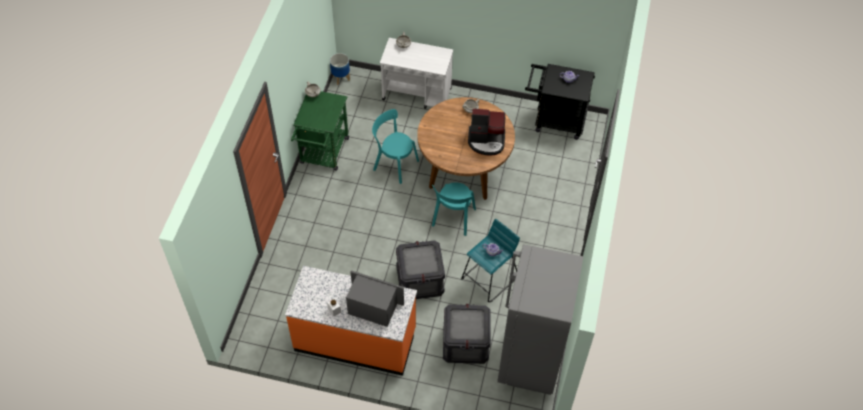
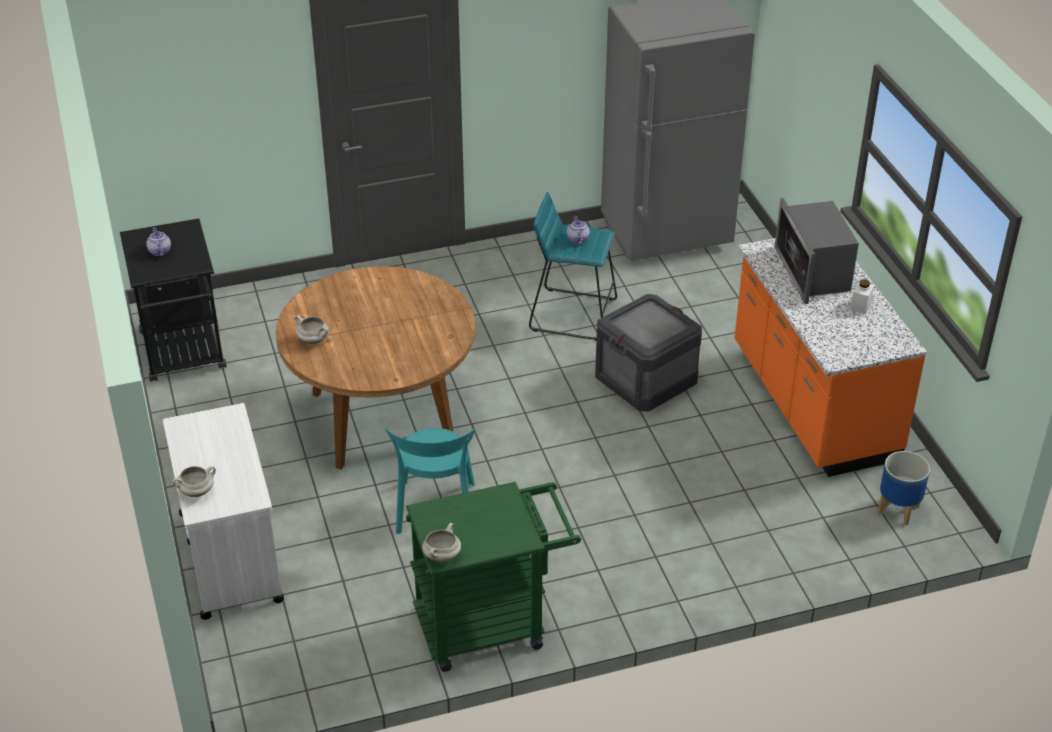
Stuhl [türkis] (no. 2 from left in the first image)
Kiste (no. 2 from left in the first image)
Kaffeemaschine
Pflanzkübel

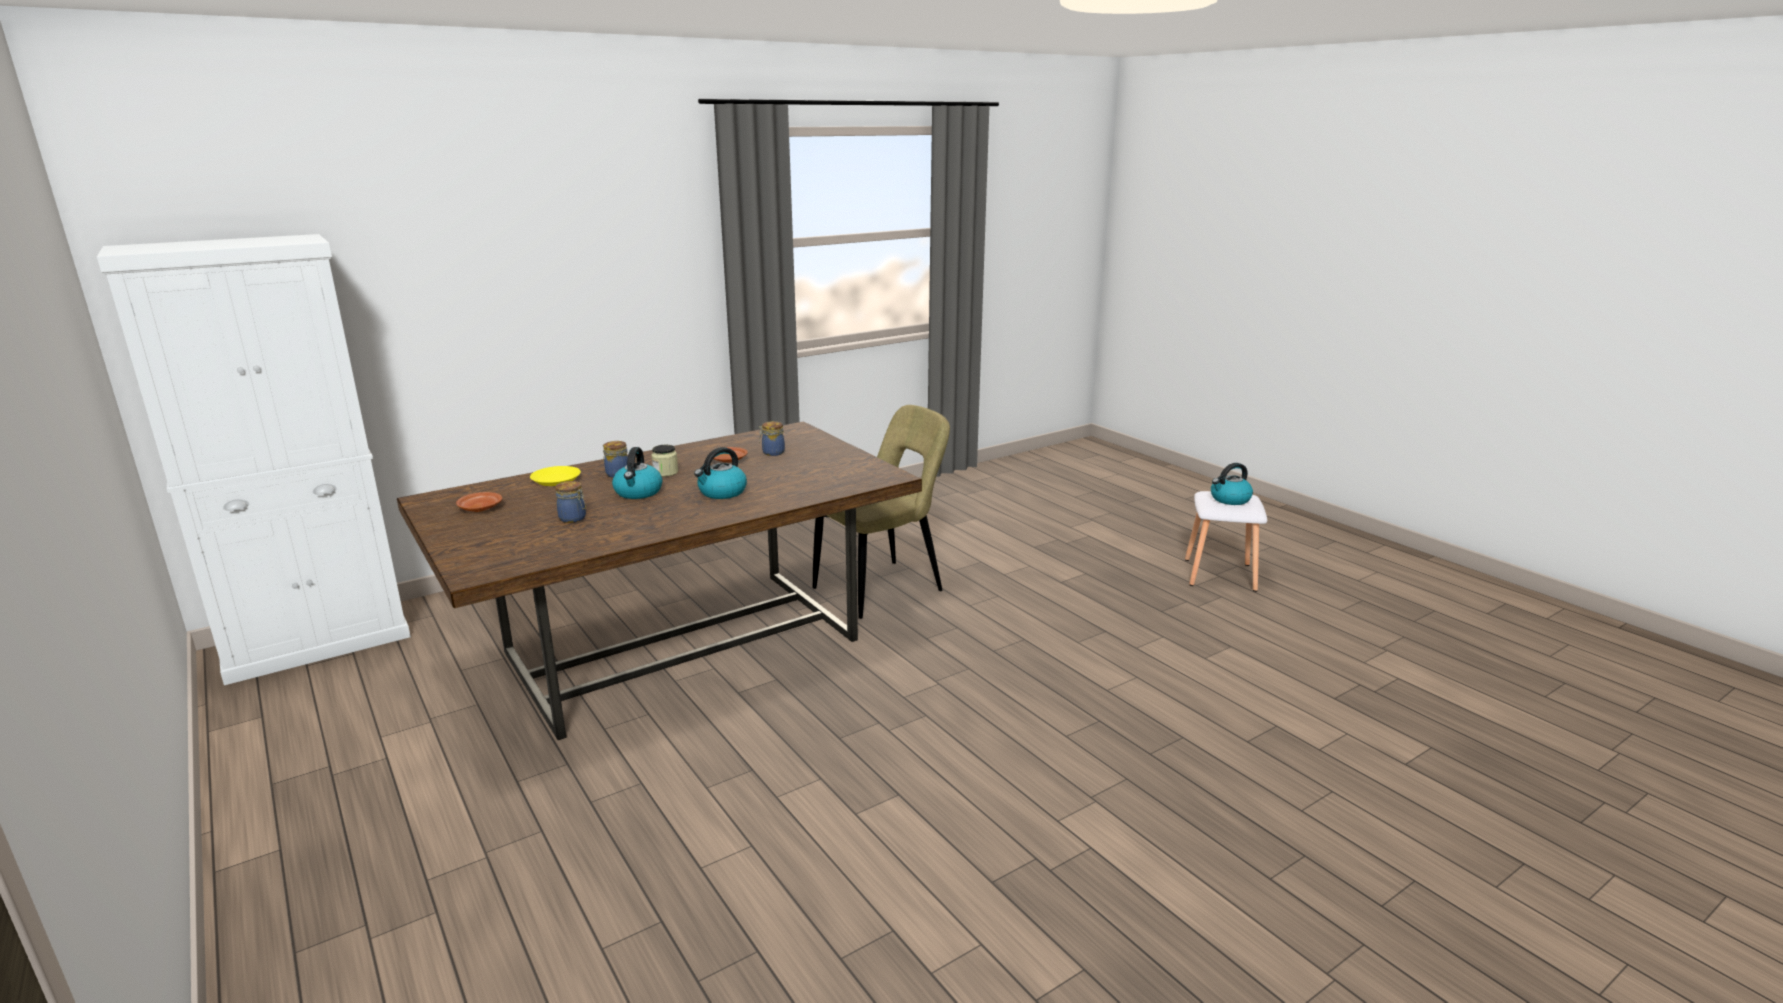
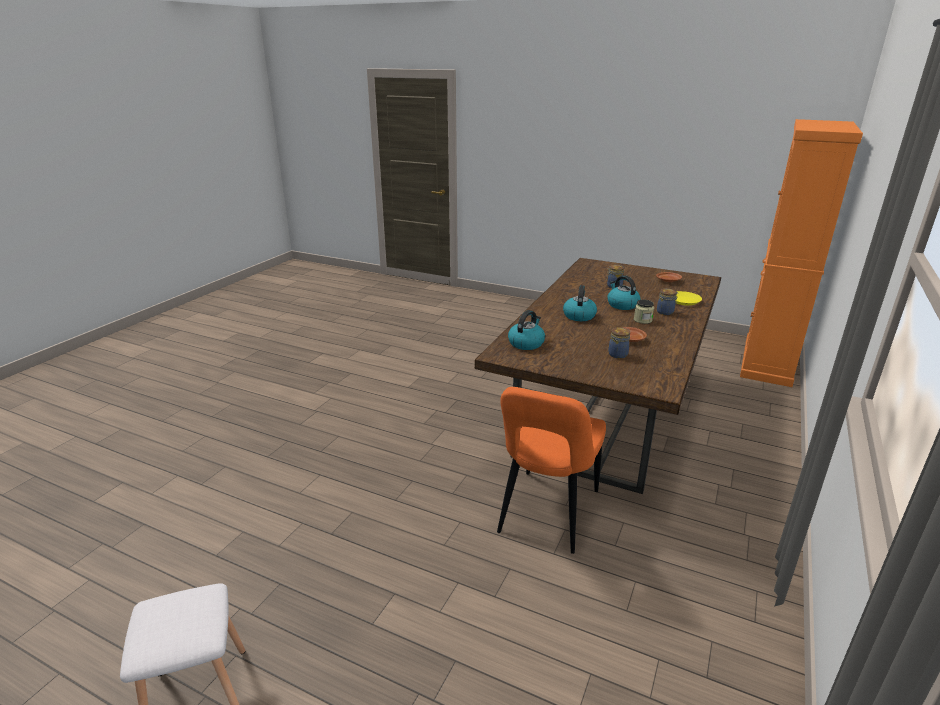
Wasserkessel (no. 1 from left)
Schrank [orange]
Stuhl [orange]

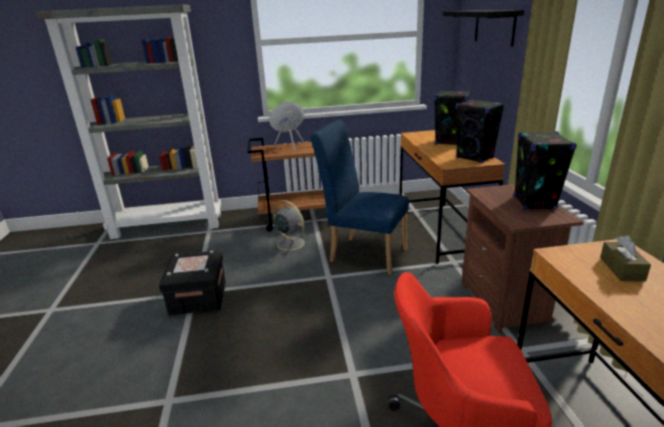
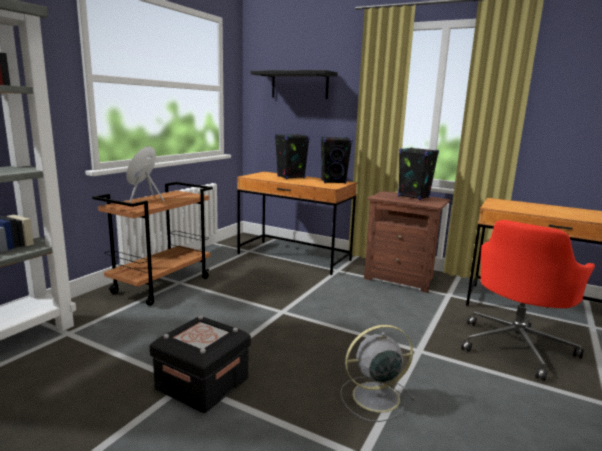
Stuhl [blau]
Taschentuchbox [braun]
Ventilator [grau]

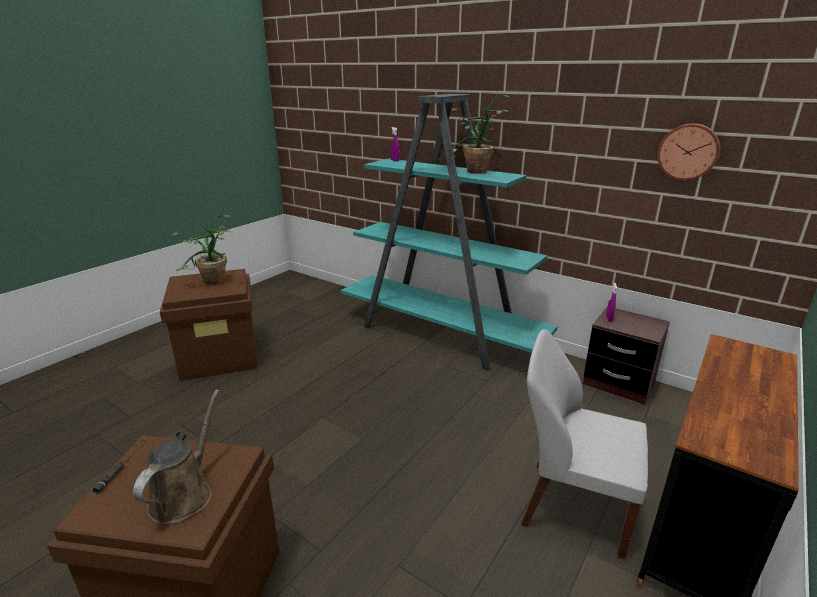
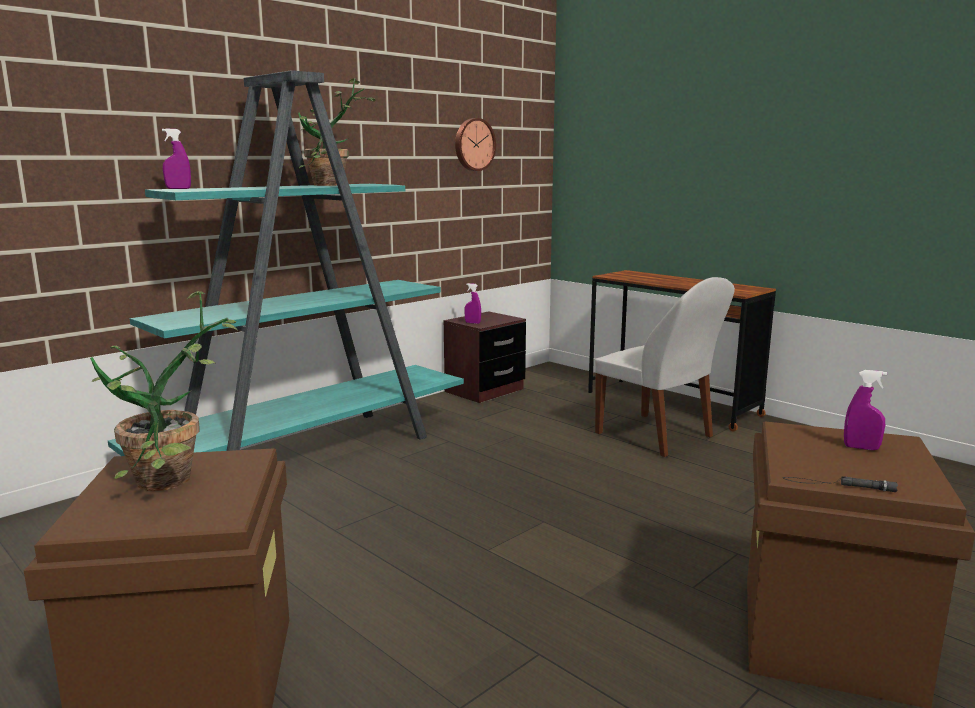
Sprühflasche [lila] (no. 3 from left)
Stuhl [weiß]

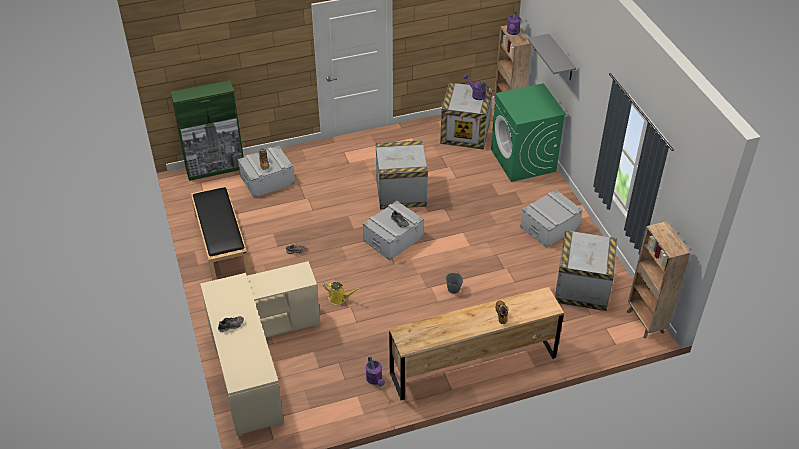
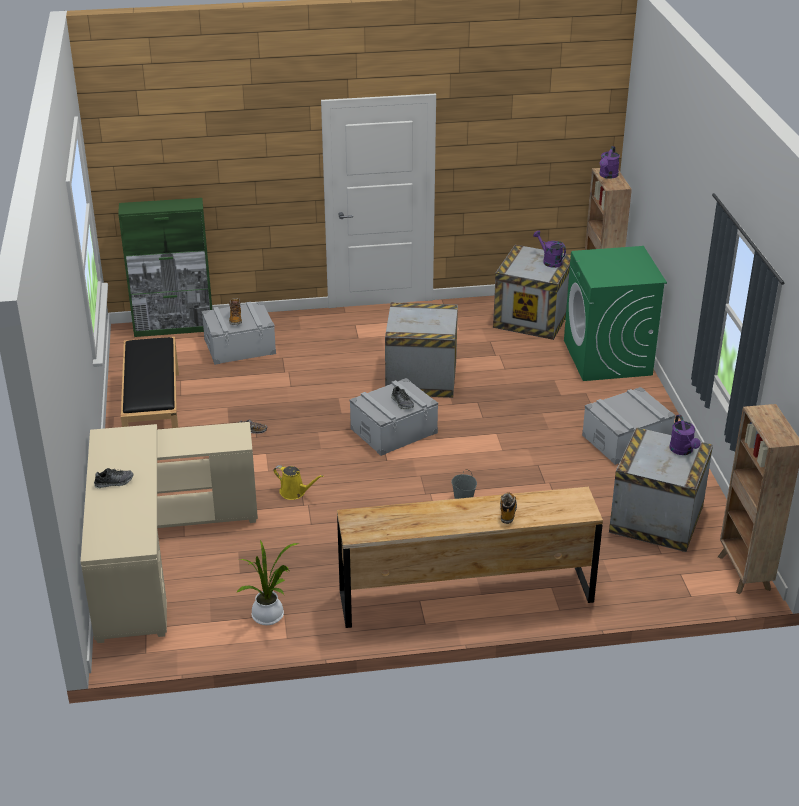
Wandregal [grau]
Topfpflanze
Gießkanne [lila] (no. 3 from left)

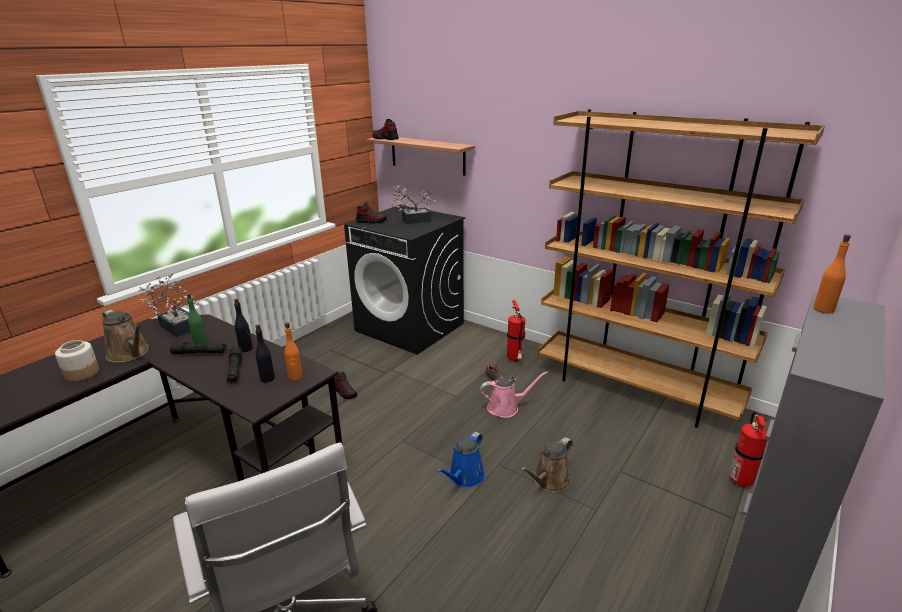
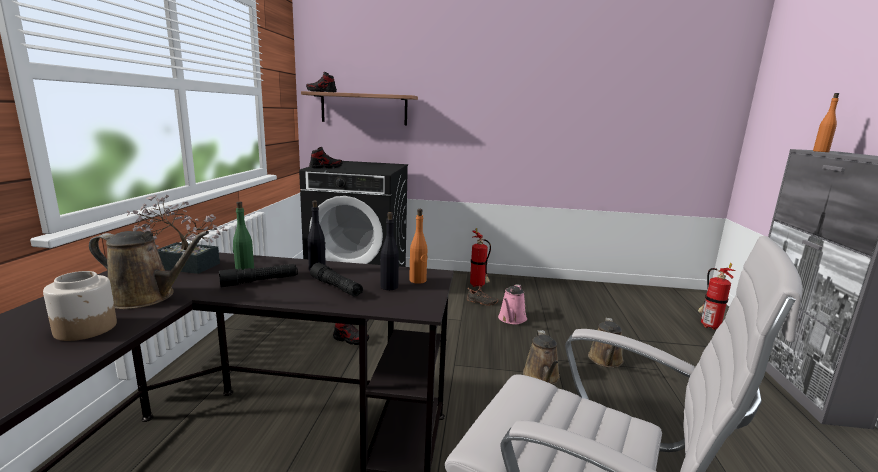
Topfpflanze (no. 2 from left in the first image)
Bücherregal [braun]
Gießkanne [braun] (no. 2 from left)
Gießkanne [rosa]

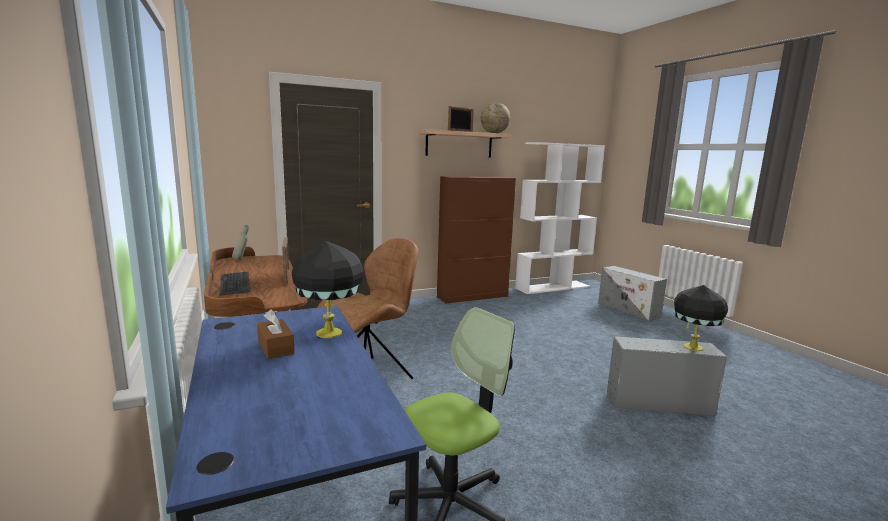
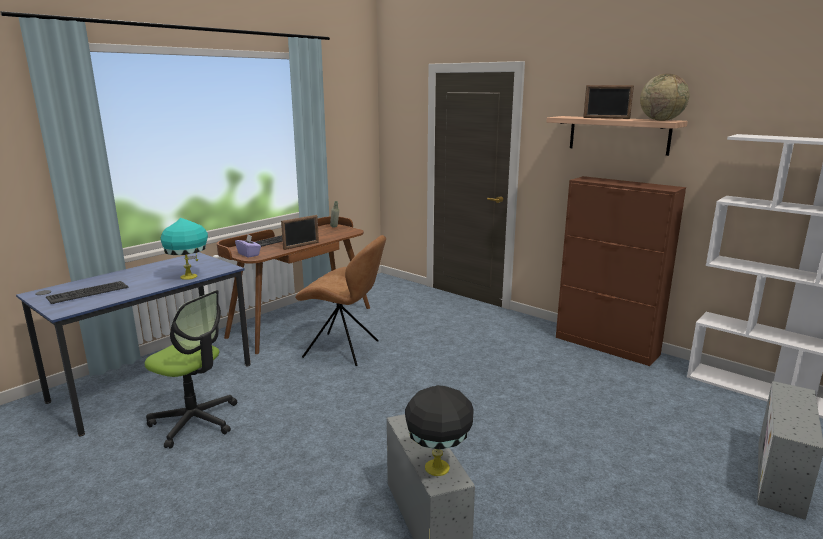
Taschentuchbox [braun]
Tastatur (no. 1 from left)
Taschentuchbox [lila]
Tischlampe [türkis]

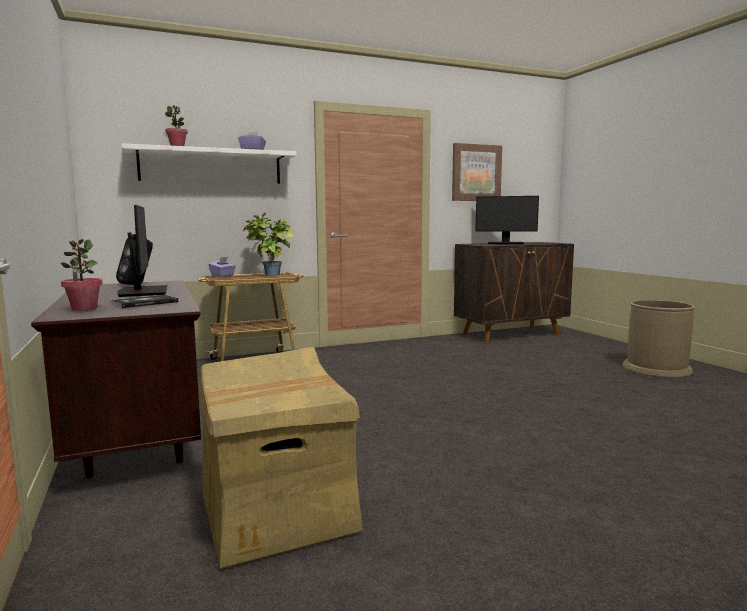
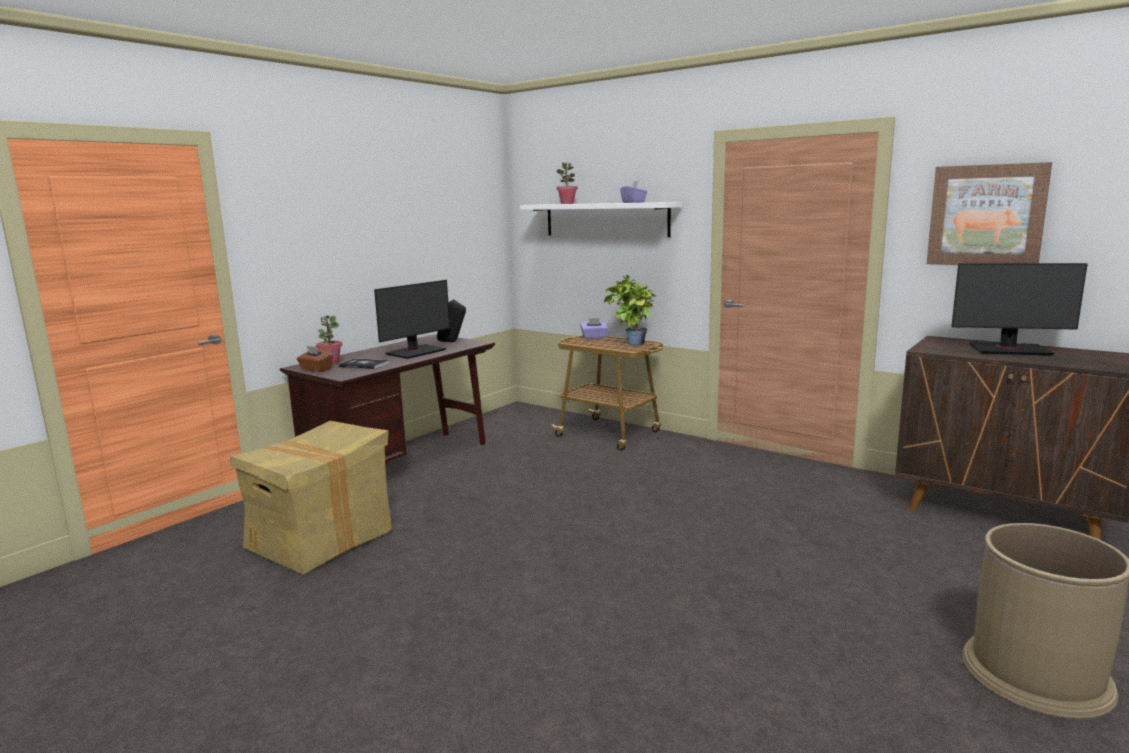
Taschentuchbox [braun]
Monitor (no. 2 from left)

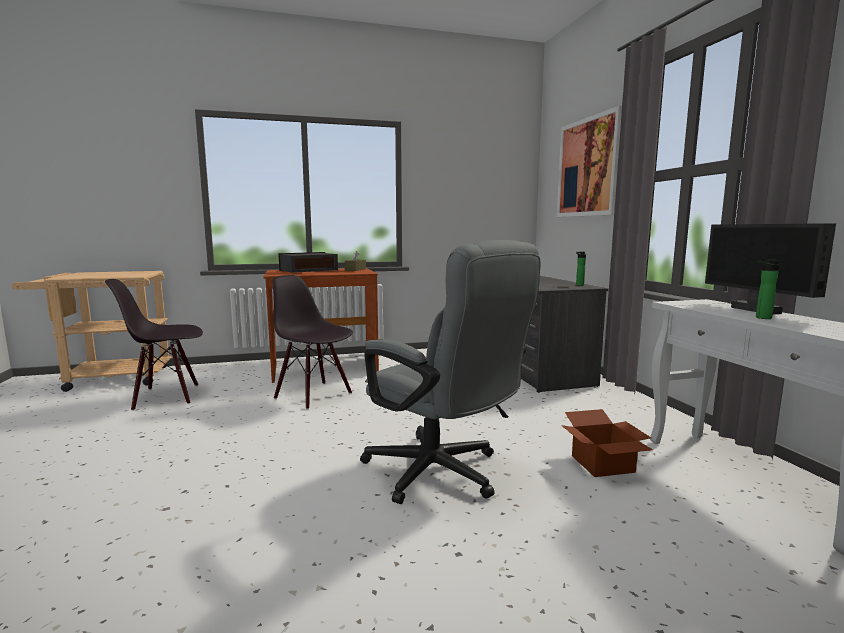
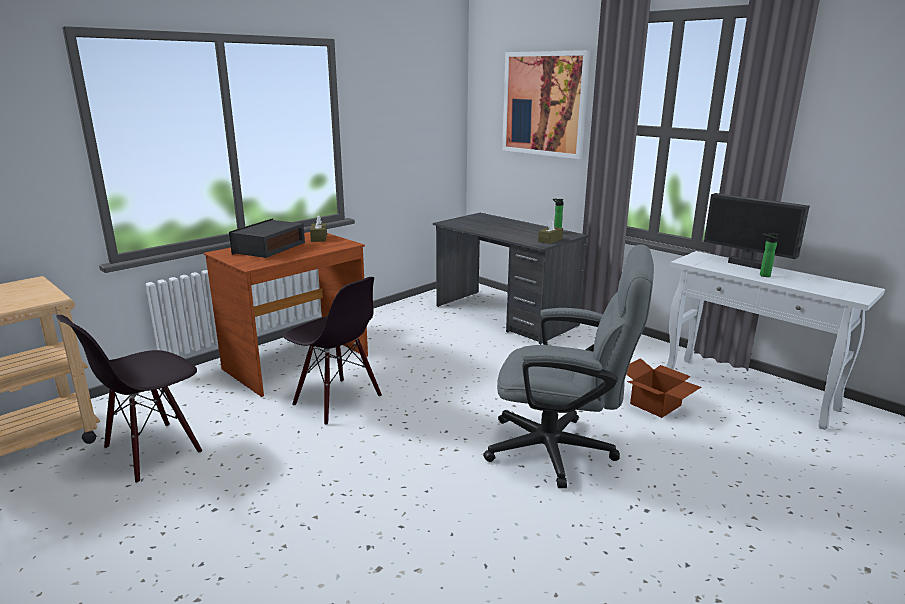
Taschentuchbox [braun] (no. 2 from left)
Stuhl [schwarz] (no. 2 from left)

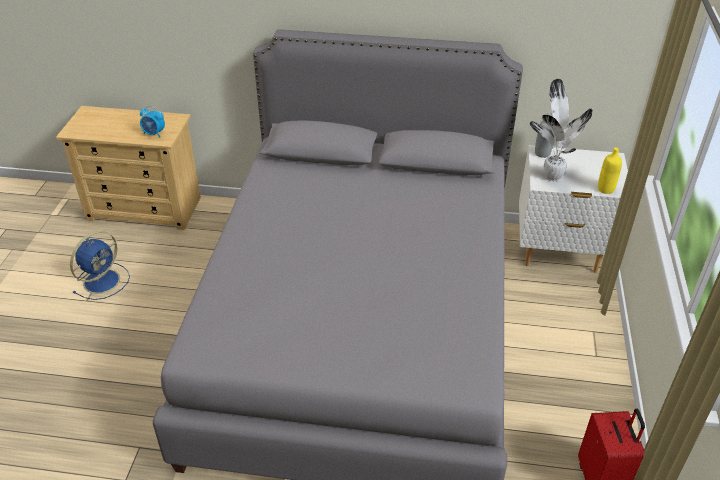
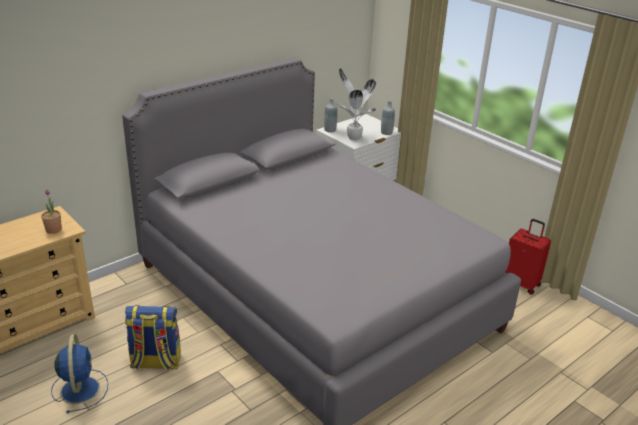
Rucksack
Topfpflanze (no. 1 from left)
Flasche [grau] (no. 2 from left)

